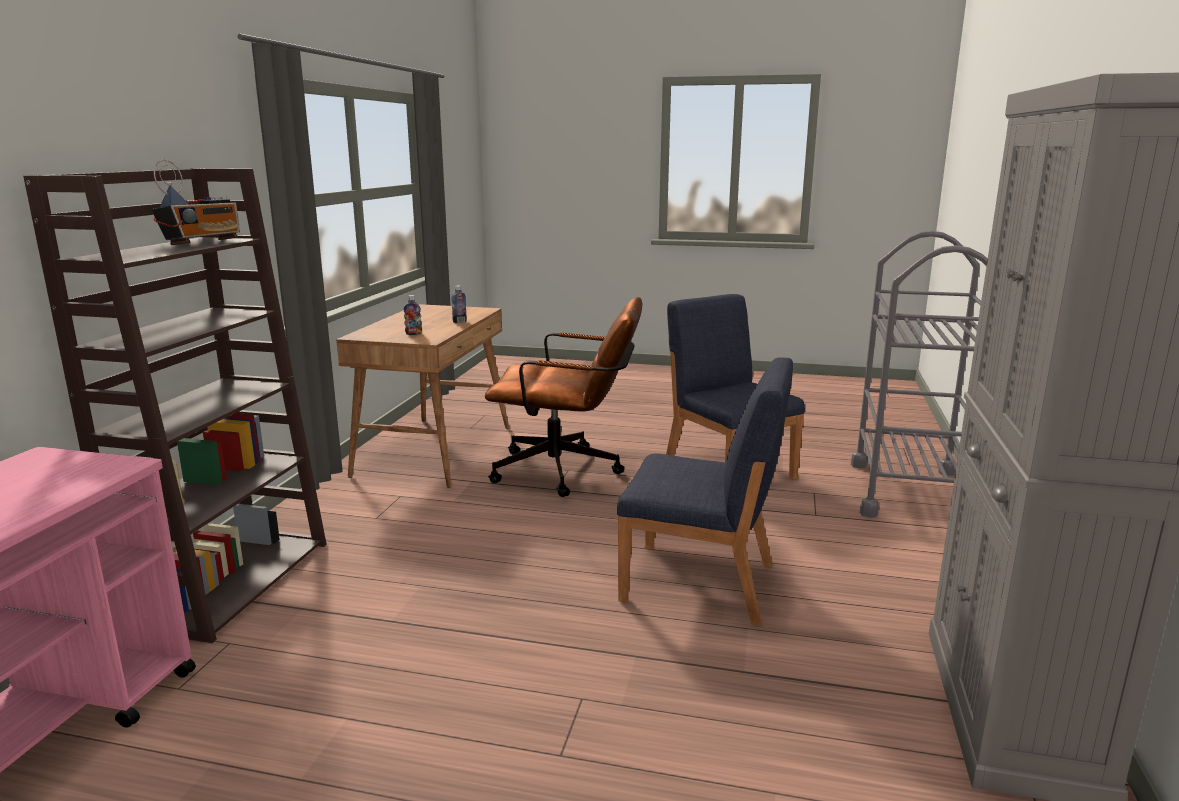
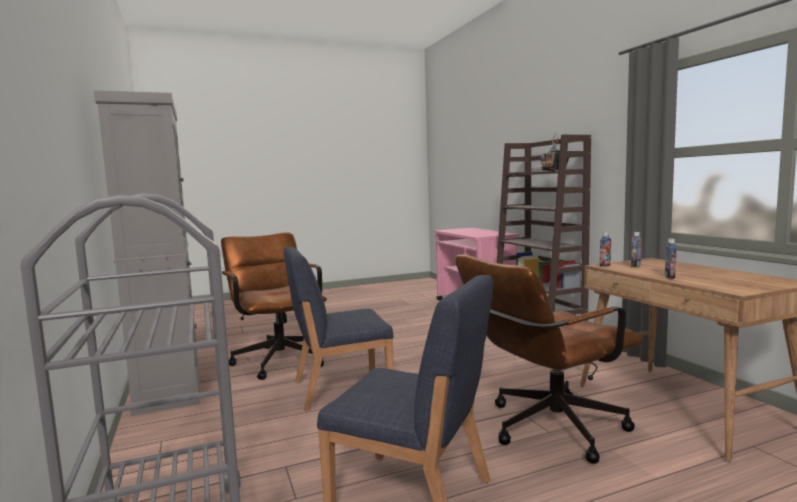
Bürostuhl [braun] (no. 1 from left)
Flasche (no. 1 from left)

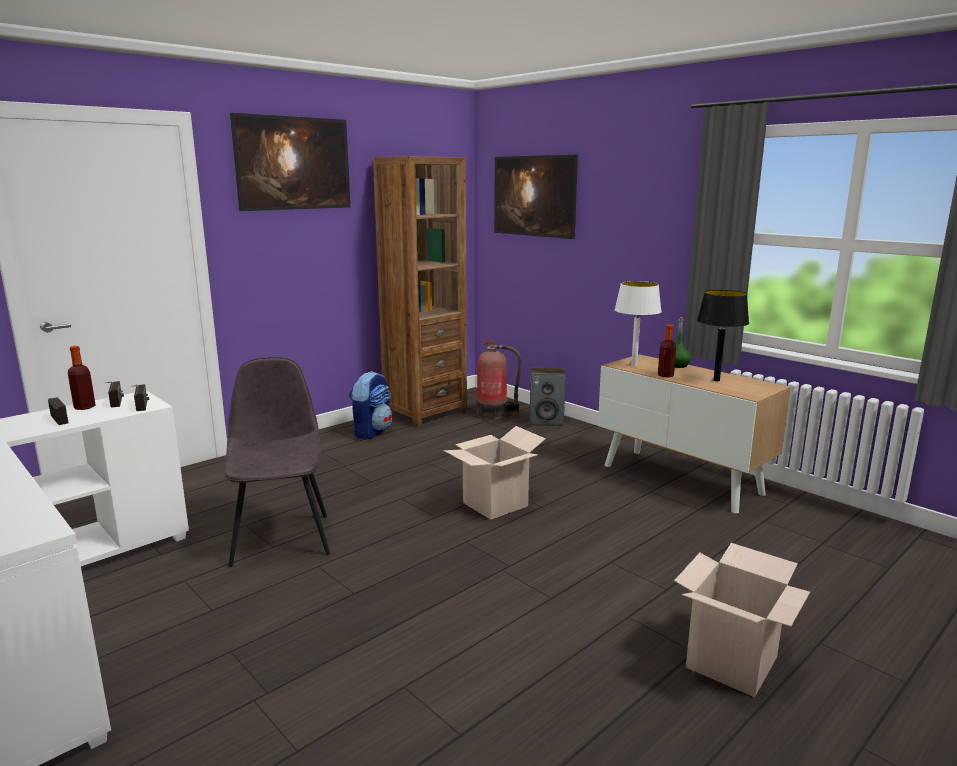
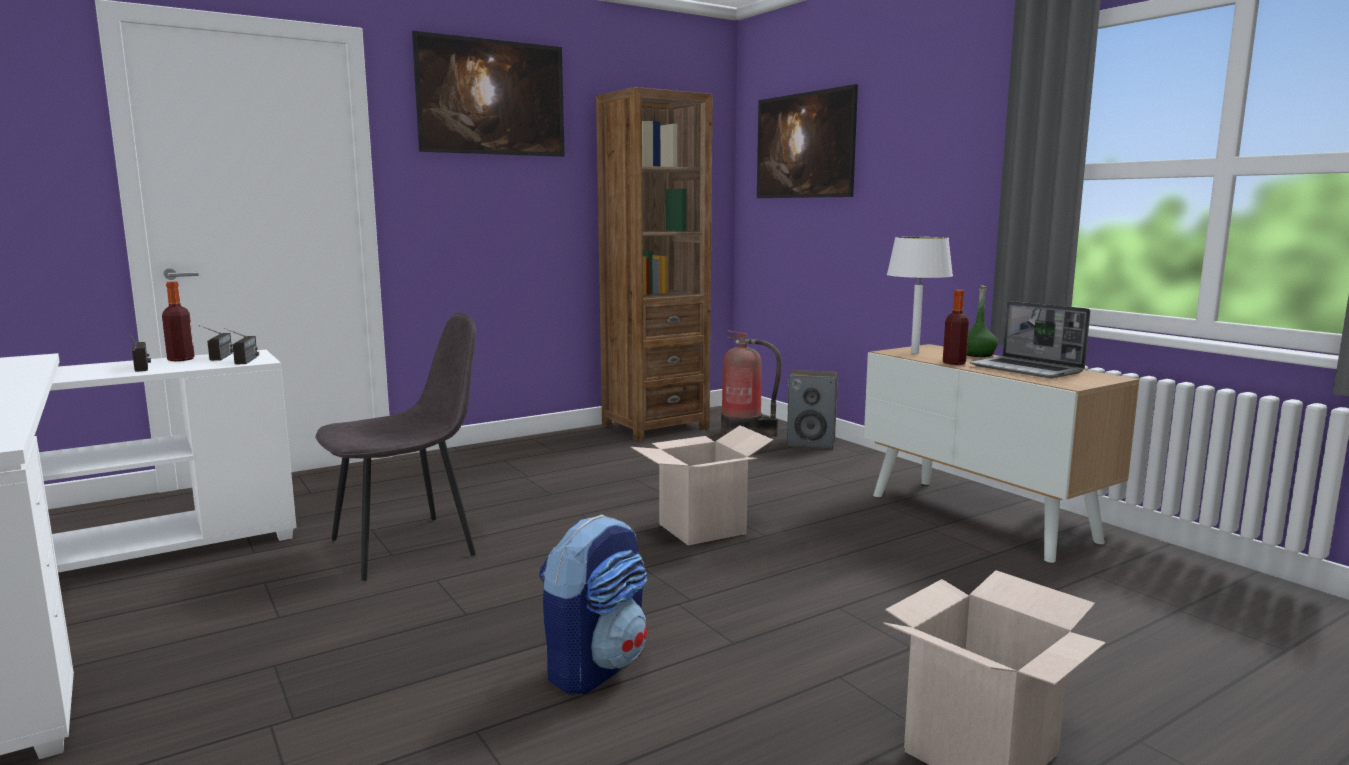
Rucksack
Laptop
Stuhl [grau]

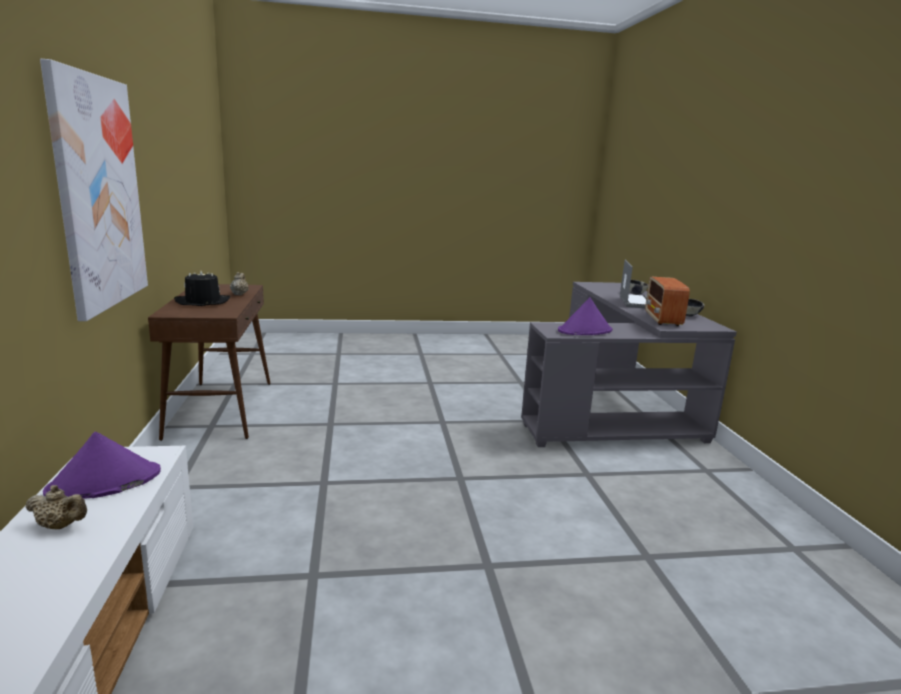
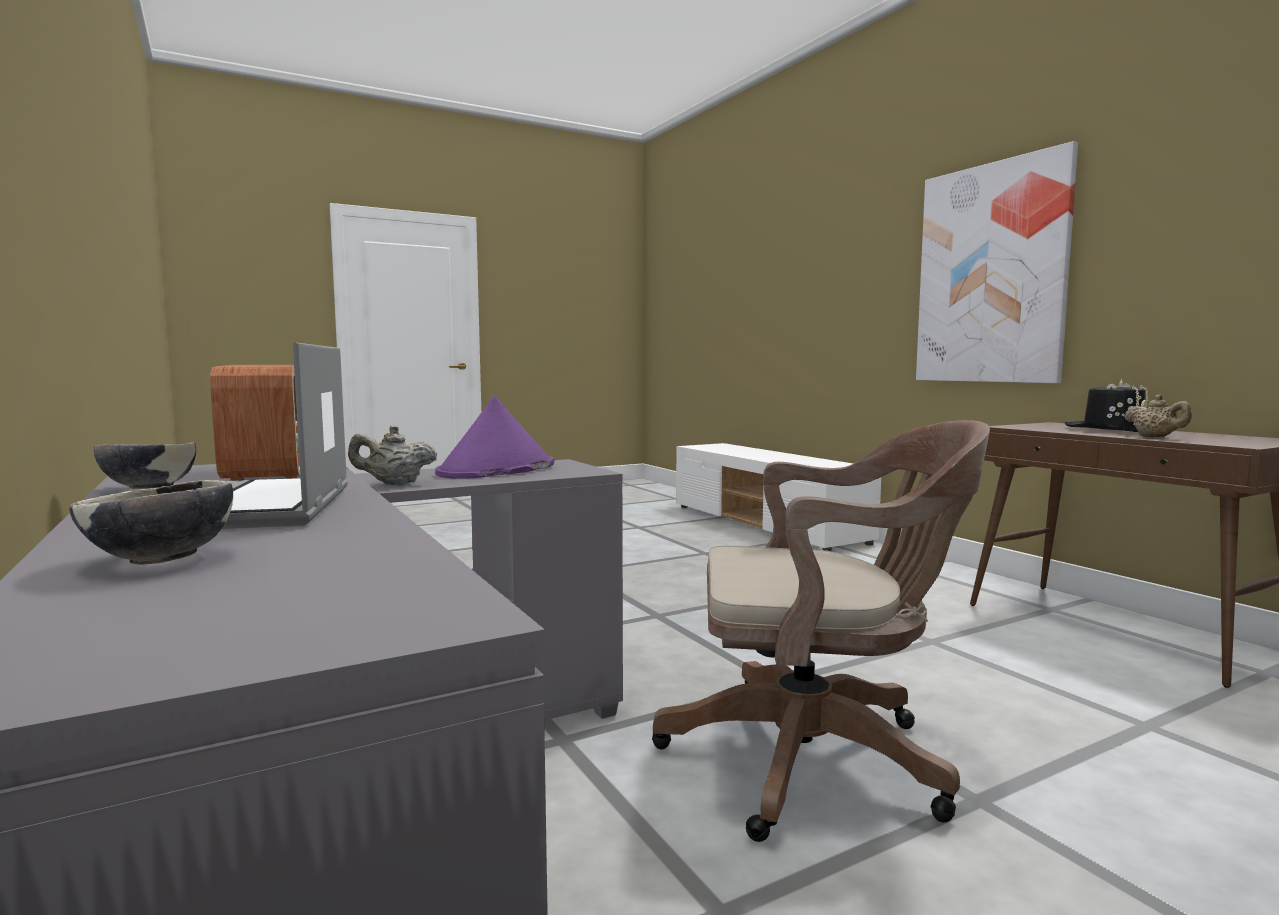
Hut [lila] (no. 1 from left in the first image)
Bürostuhl [braun]
Teekanne [beige] (no. 1 from left)

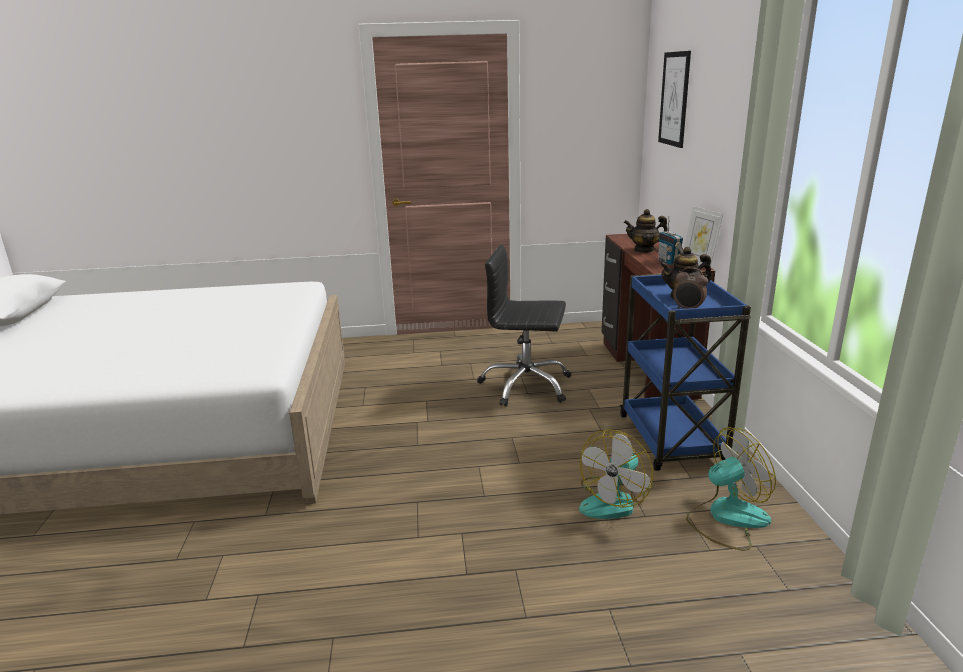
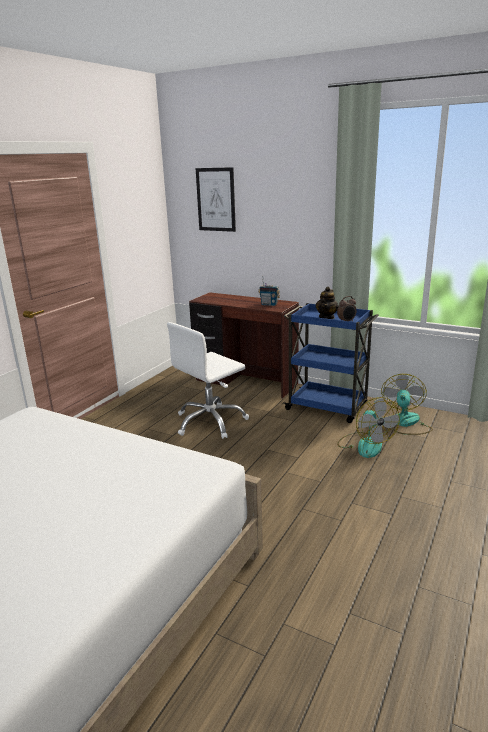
Teekanne (no. 1 from left in the first image)
Bilderrahmen
Bürostuhl [weiß]

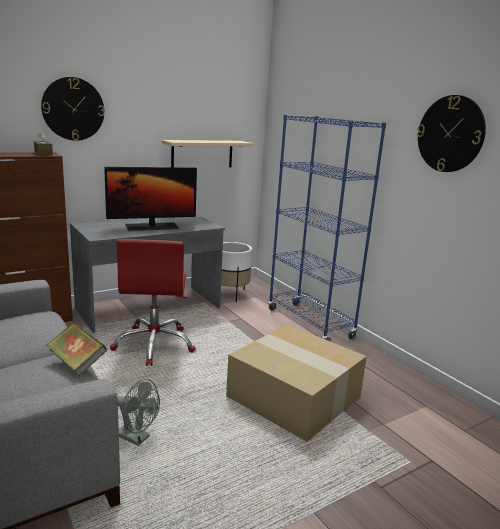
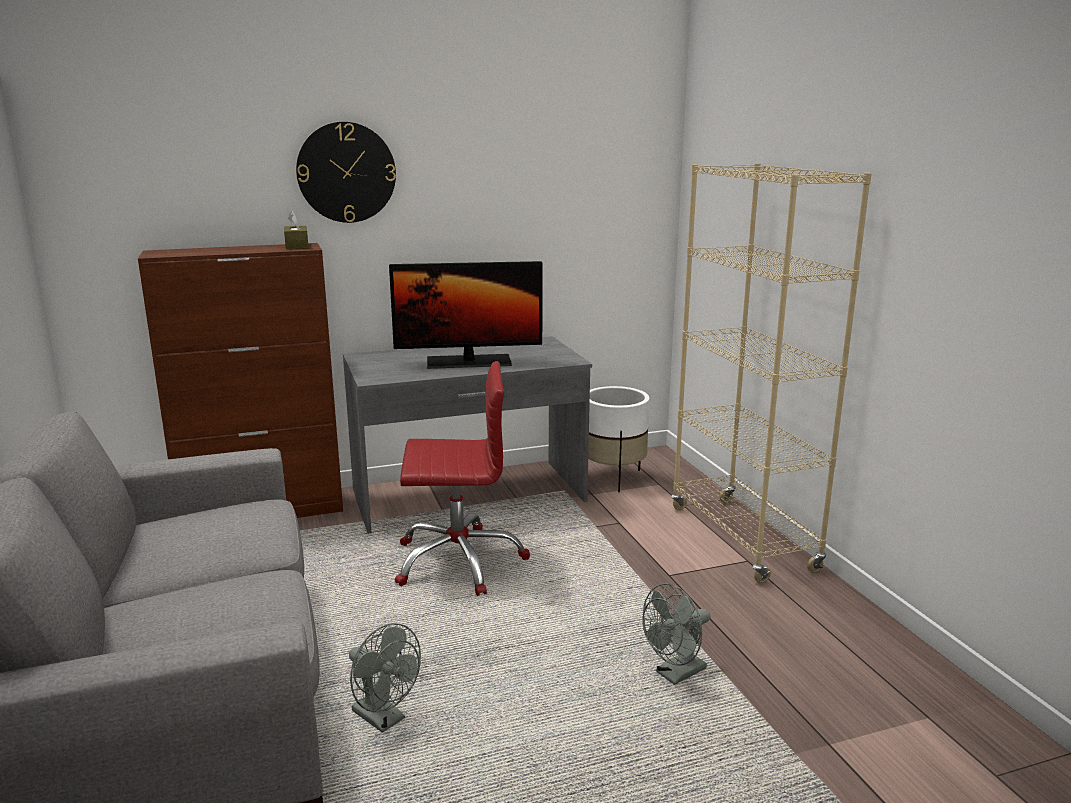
Buch
Wandregal [beige]
Wanduhr (no. 2 from left in the first image)
Ventilator [grau] (no. 2 from left)
Bücherregal [beige]
Bürostuhl [rot]

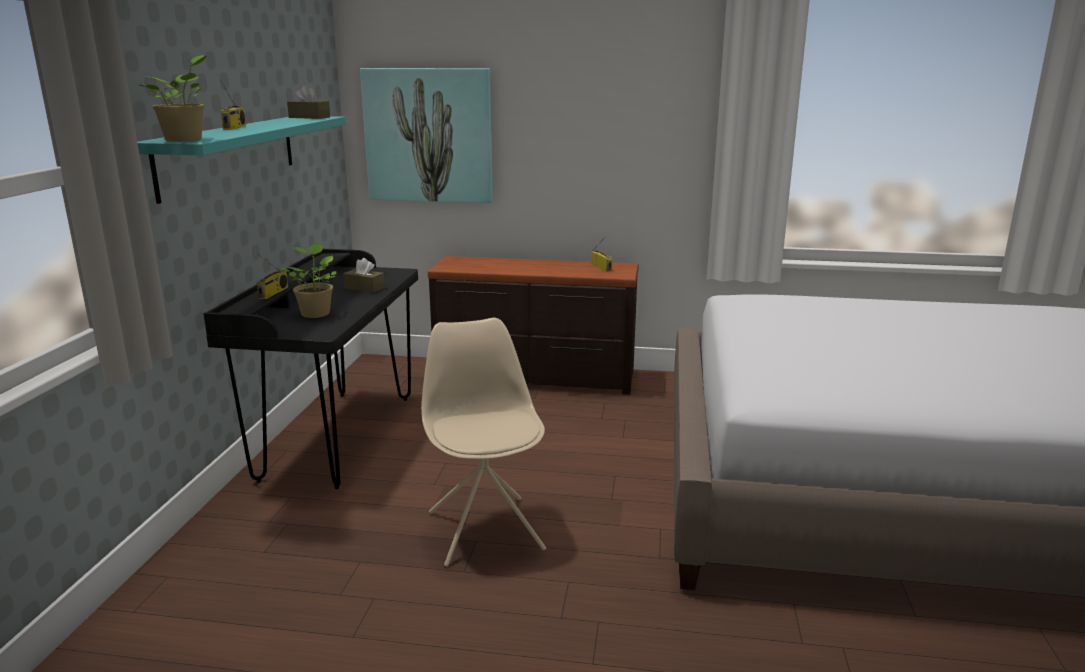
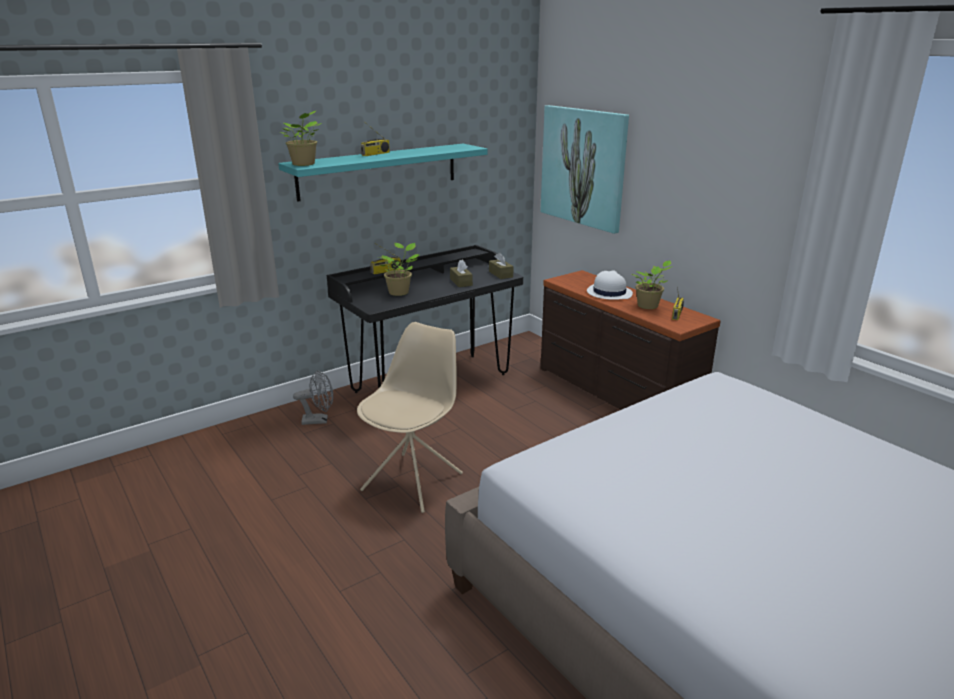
Ventilator [grau]
Hut [weiß]
Topfpflanze (no. 3 from left)
Taschentuchbox [braun] (no. 2 from left)

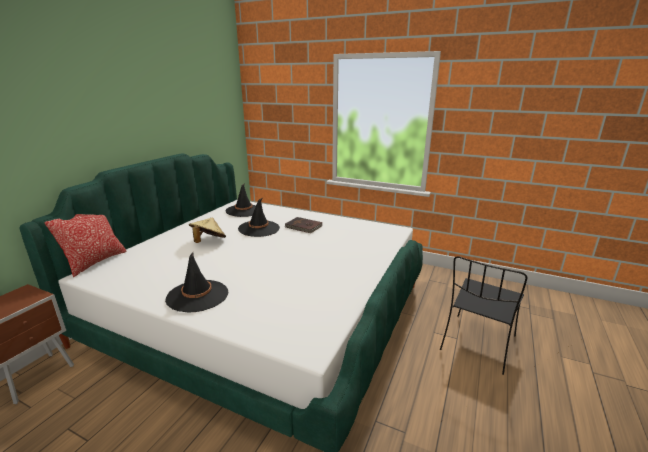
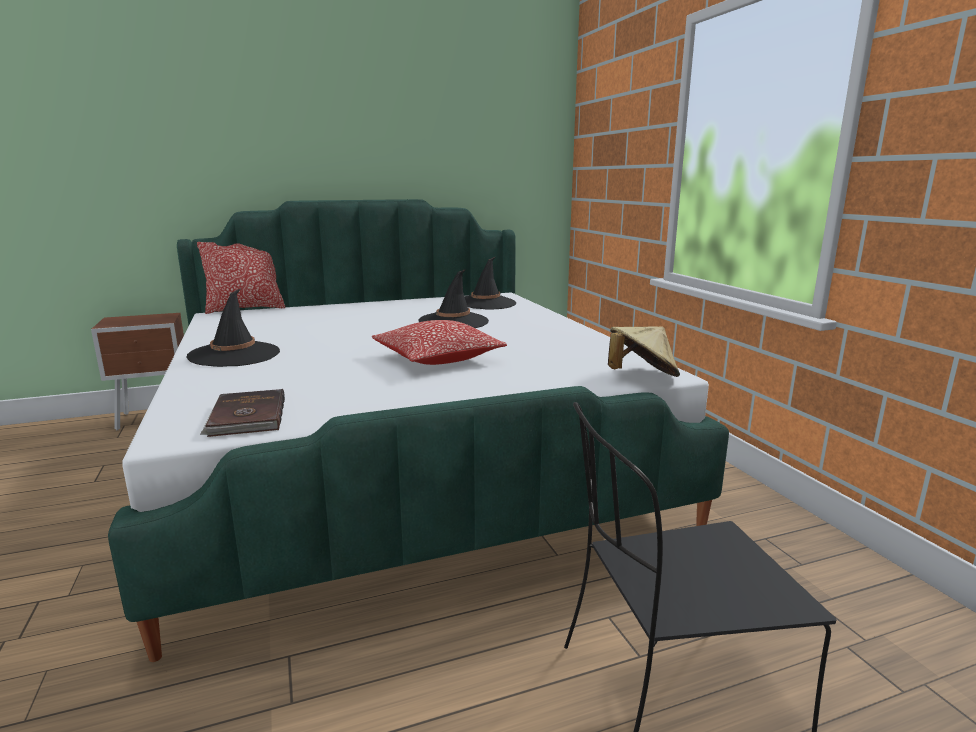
Kissen (no. 2 from left)
Hut [beige]
Buch [braun]

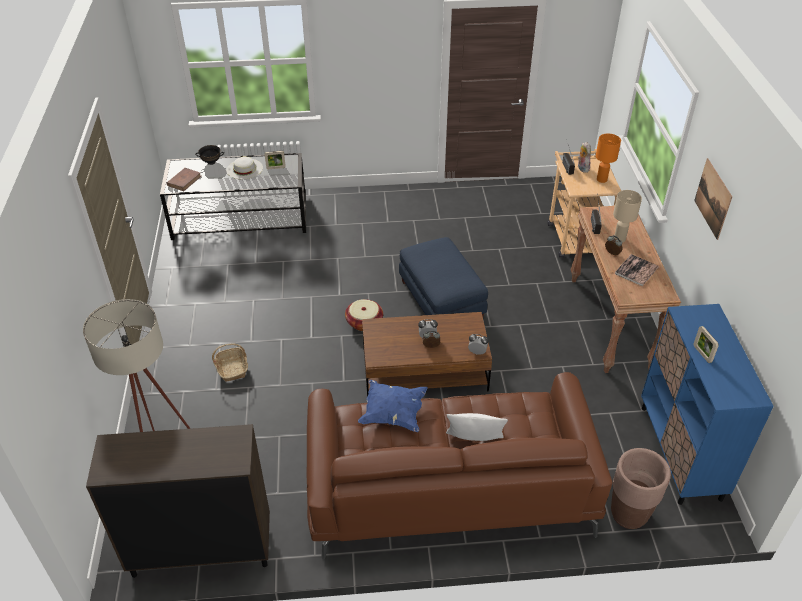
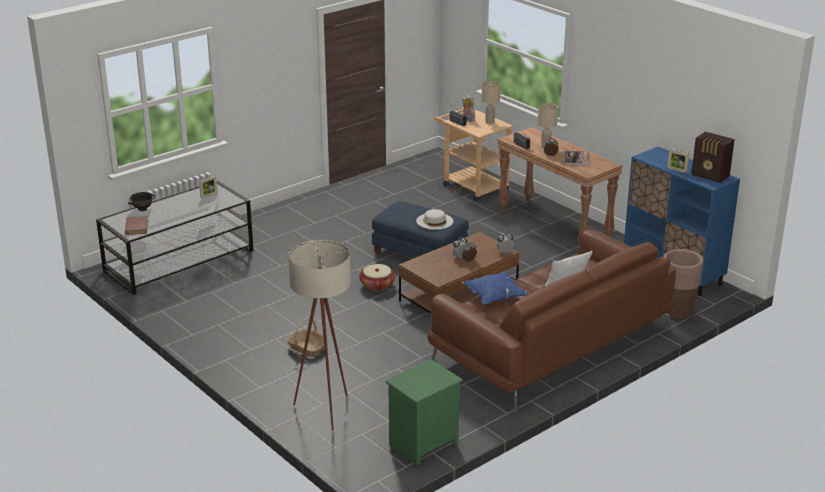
Bild
Radio (no. 3 from left)
Hut [weiß]
Nachttisch [grün]
Tischlampe [beige] (no. 1 from left)

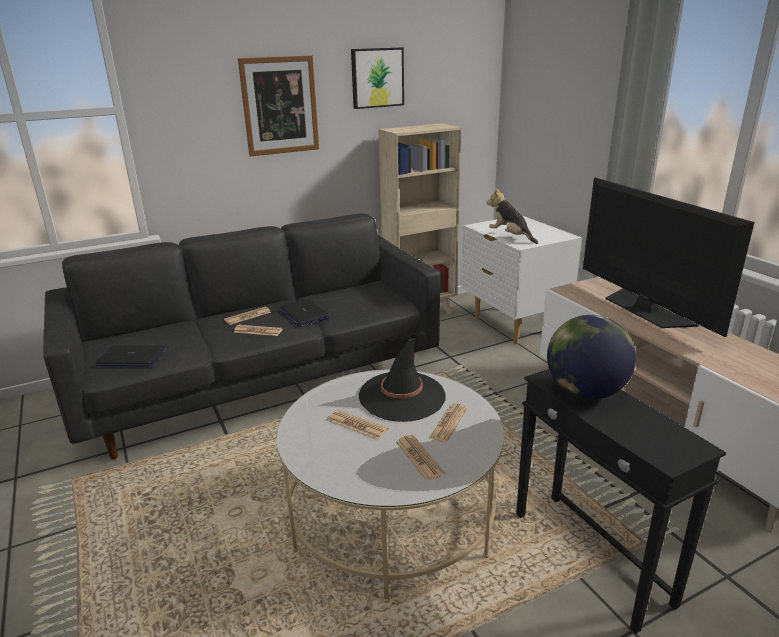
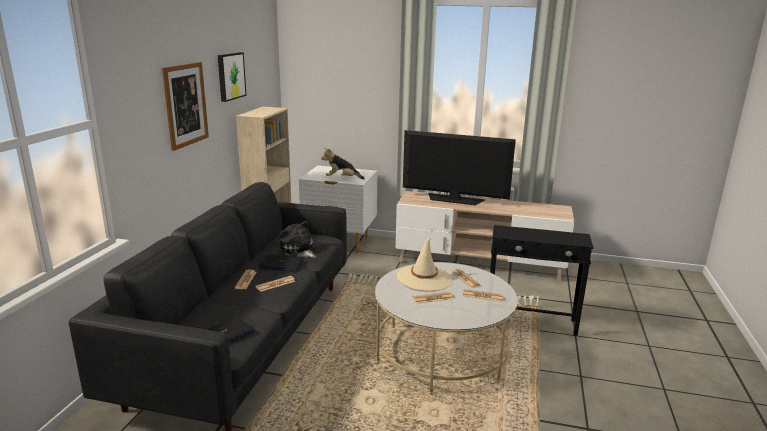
Globus
Plüschtier (no. 1 from left)
Hut [beige]

